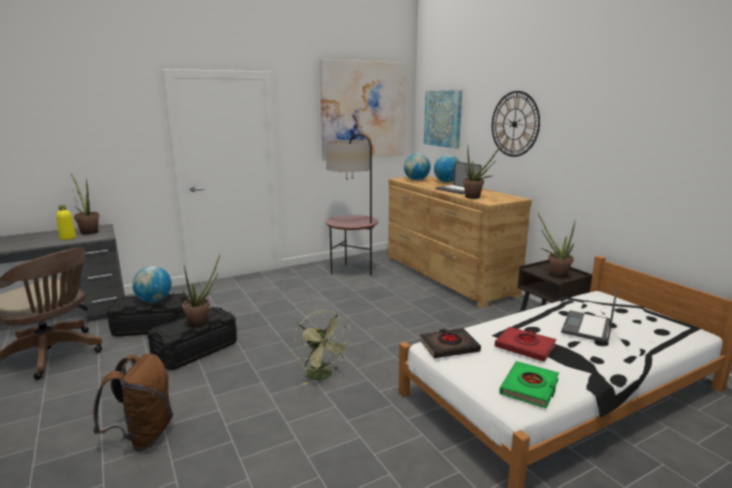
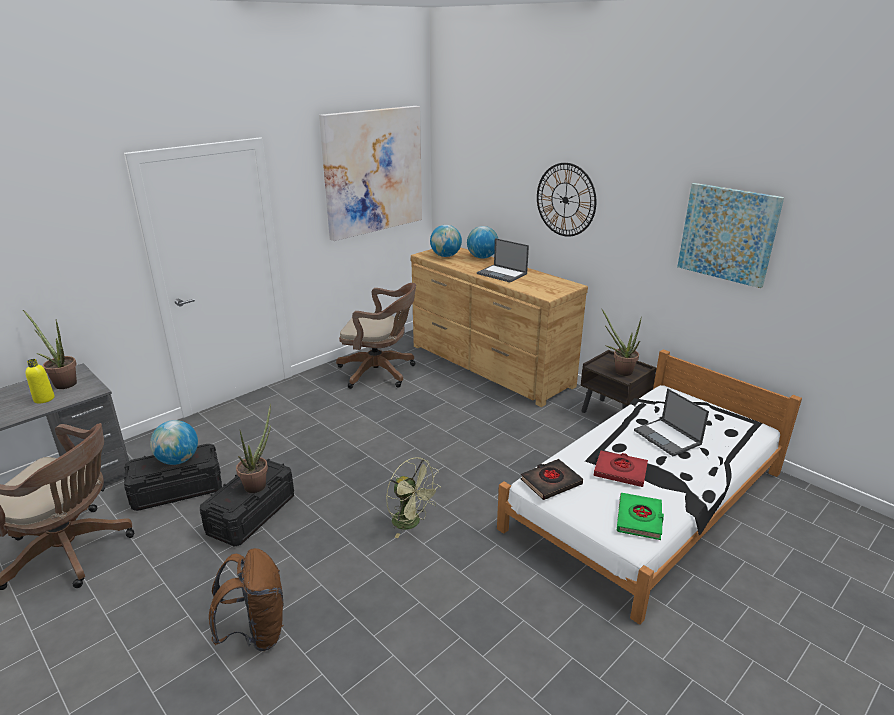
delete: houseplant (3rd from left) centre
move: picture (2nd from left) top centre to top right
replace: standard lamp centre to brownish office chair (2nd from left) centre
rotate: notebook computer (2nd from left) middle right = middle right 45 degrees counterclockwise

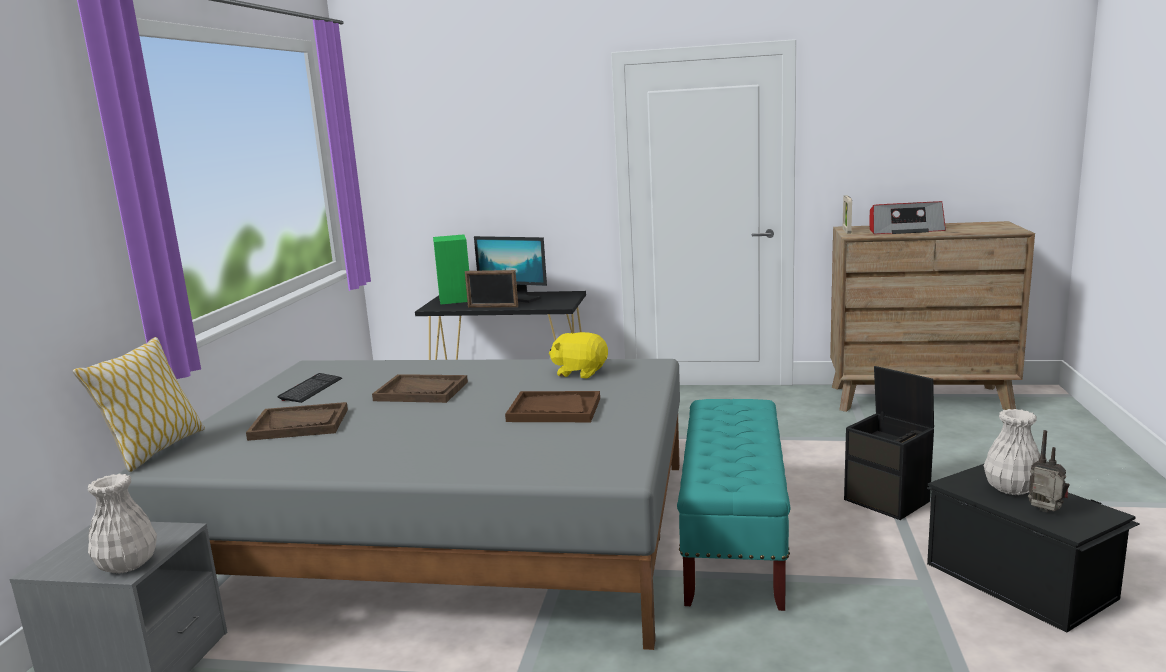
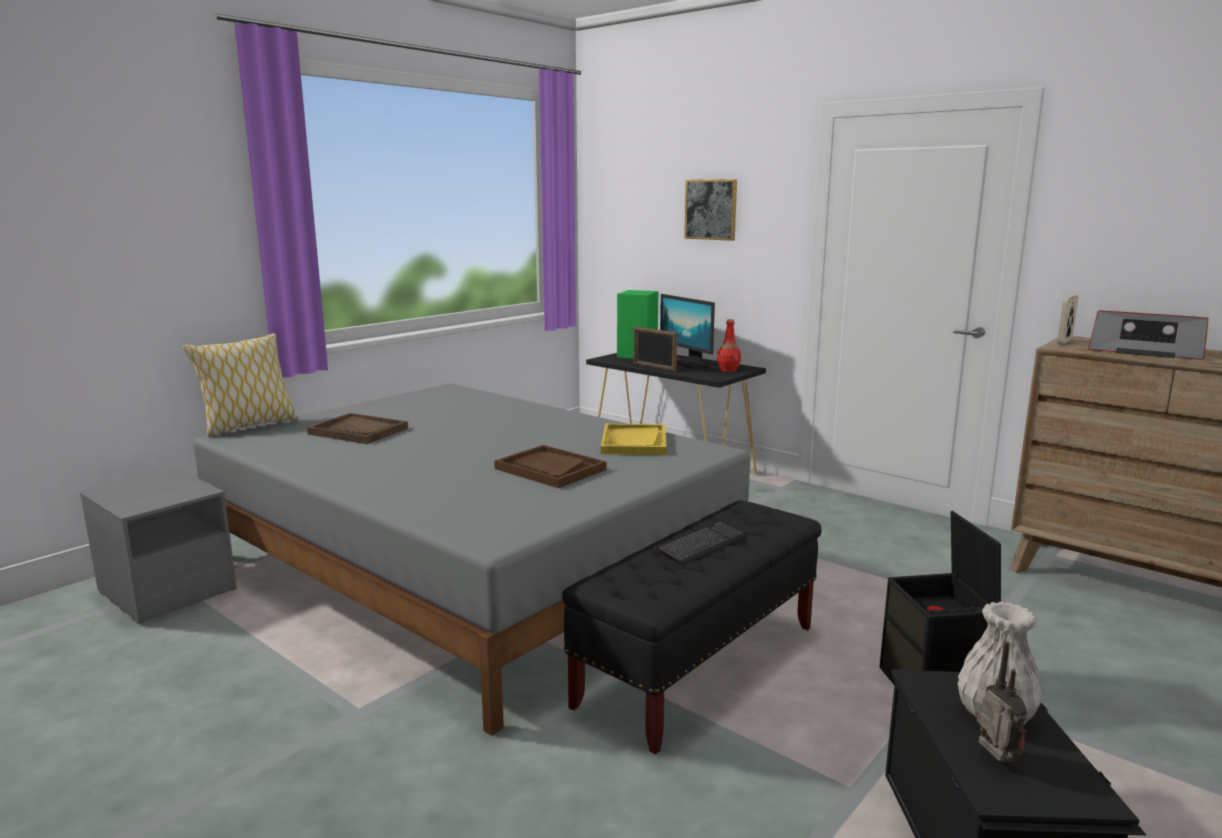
delete: brownish tray (2nd from left) centre; whitish vase (1st from left) bottom left
insert: picture top centre; red-coloured drink bottle centre
move: computer keyboard middle left to centre
replace: yellow-coloured cuddly toy centre to yellow-coloured tray centre
recolor: turquoise-coloured indoor bench bottom centre to black-coloured indoor bench bottom centre

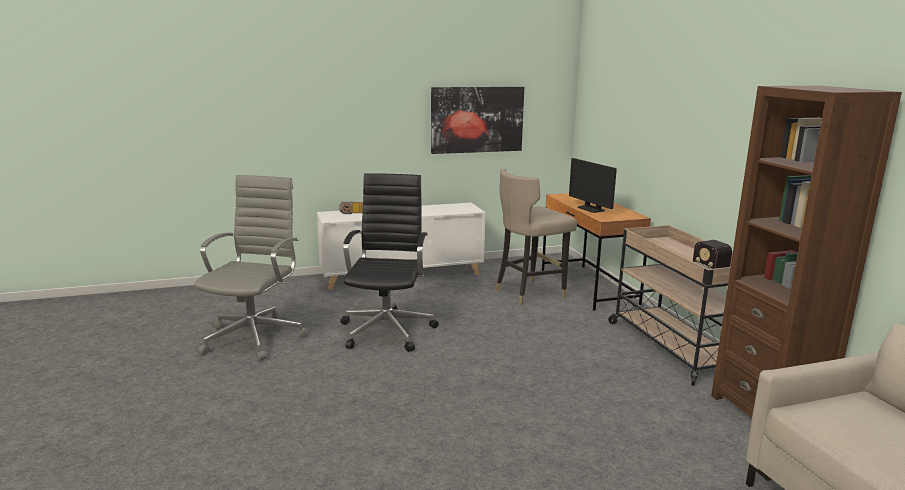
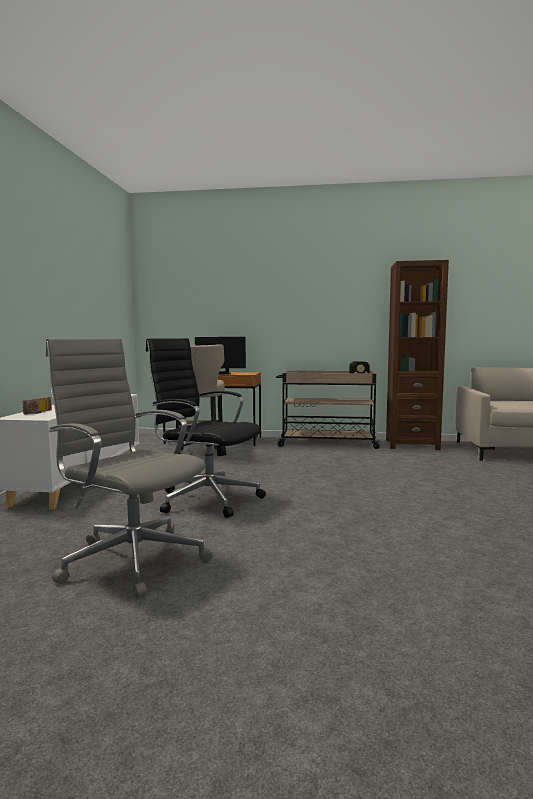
delete: picture top centre

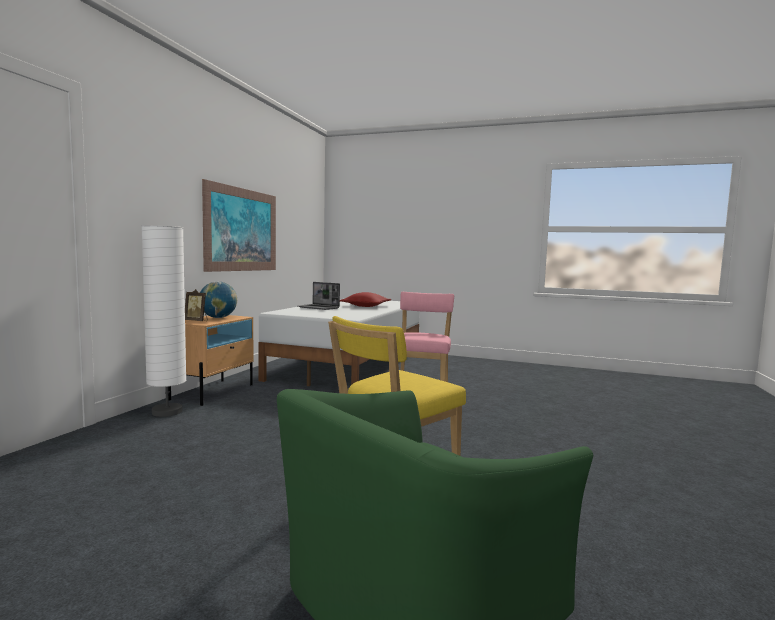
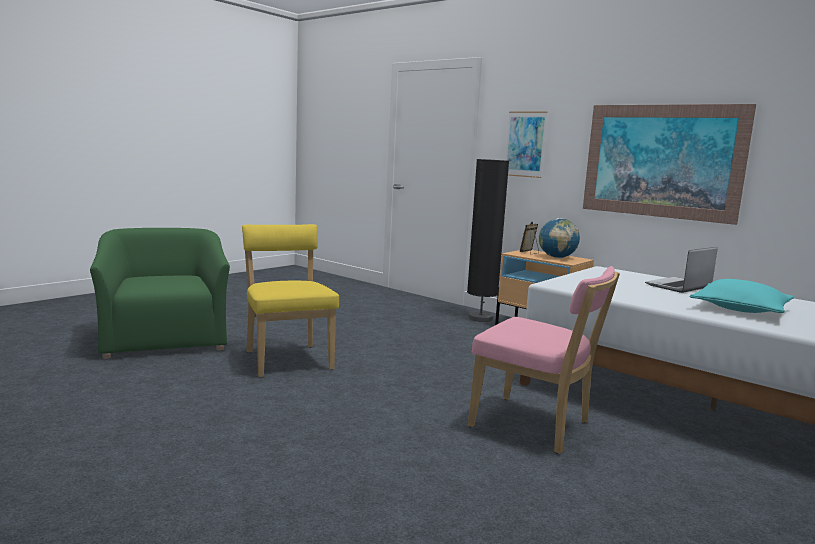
insert: picture (1st from left) top centre
recolor: whitish standard lamp middle left to black-coloured standard lamp centre; red-coloured throw pillow centre to turquoise-coloured throw pillow middle right

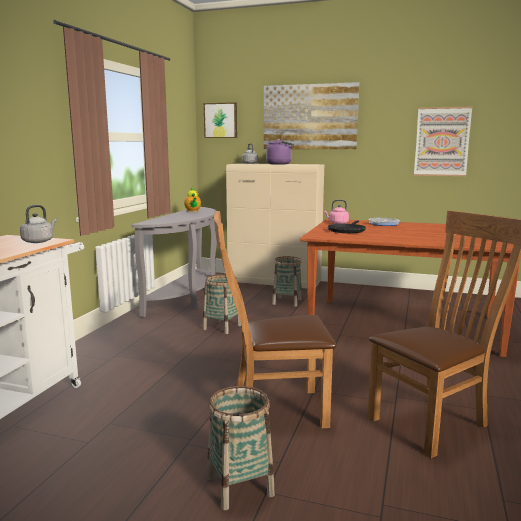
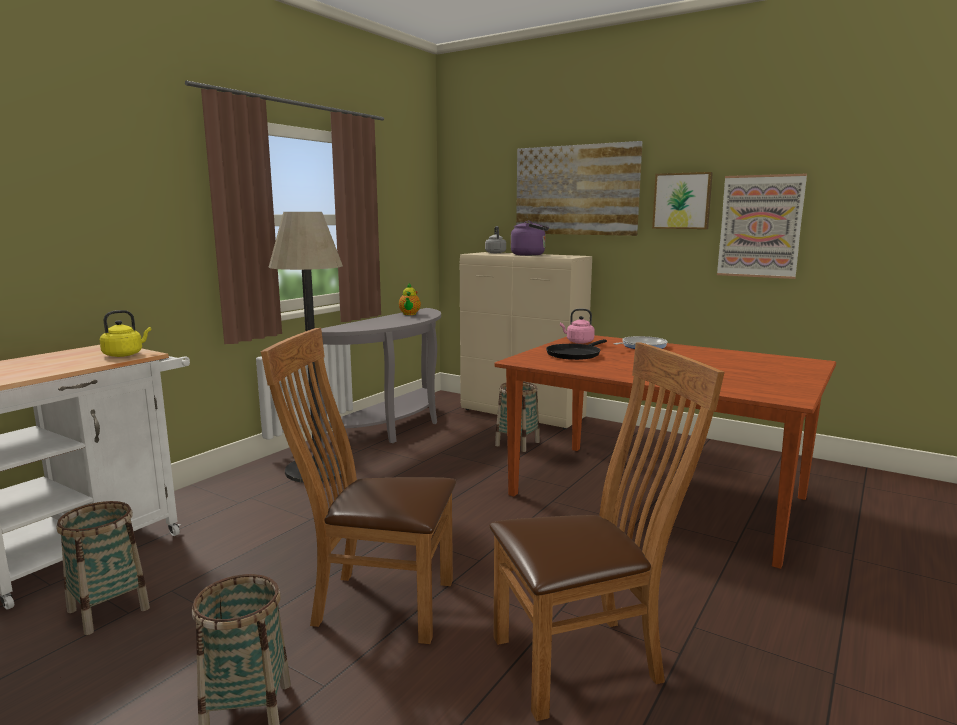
insert: standard lamp middle left
move: picture (1st from left in the first image) top centre to picture (2nd from left) top right; storage basket (1st from left) centre to bottom left
recolor: grey water kettle (1st from left) middle left to yellow-coloured water kettle middle left

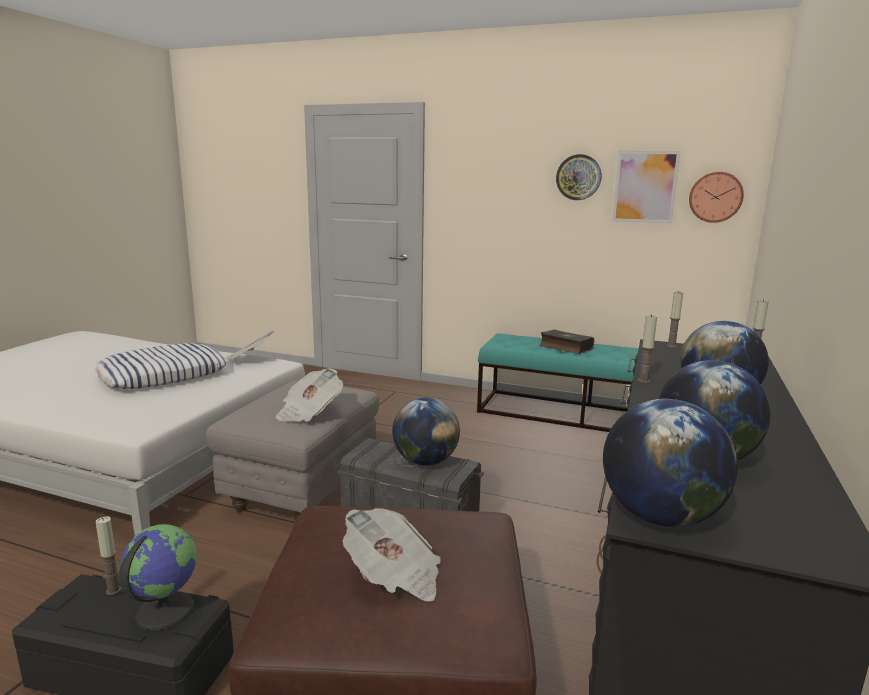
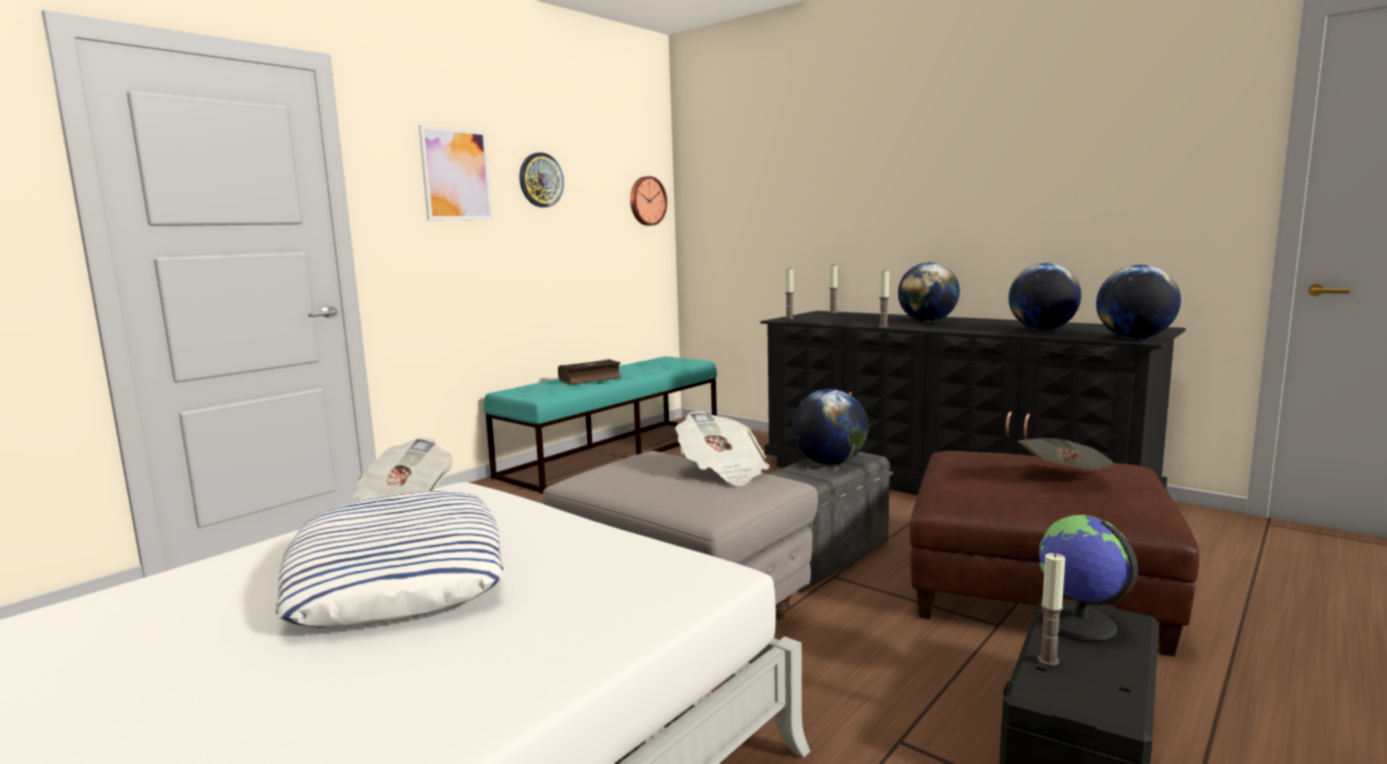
move: picture top right to top left

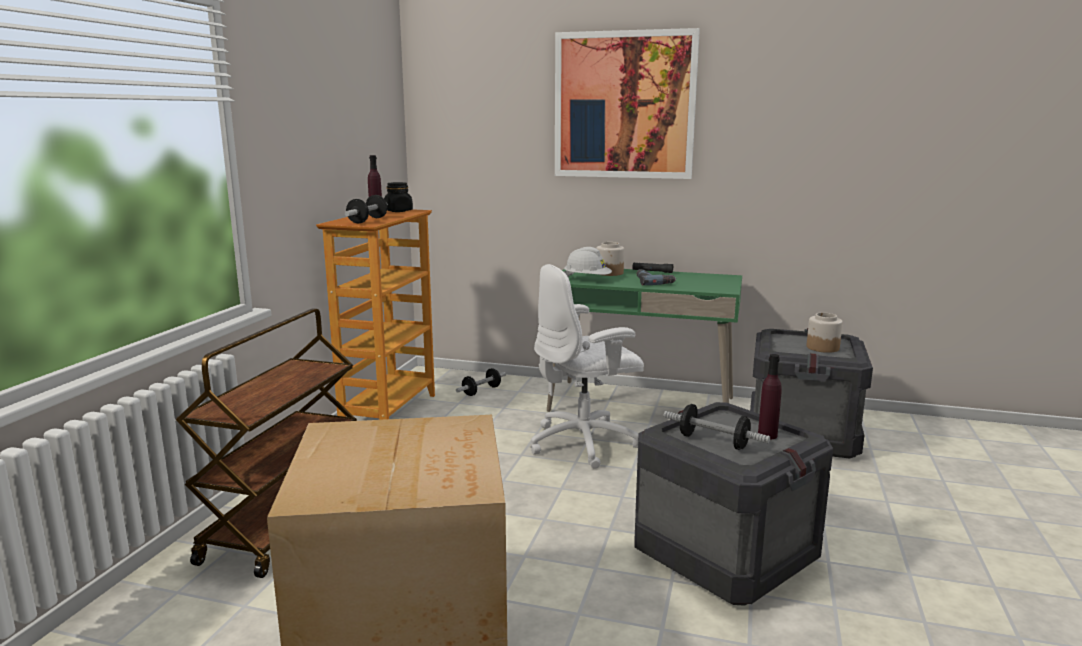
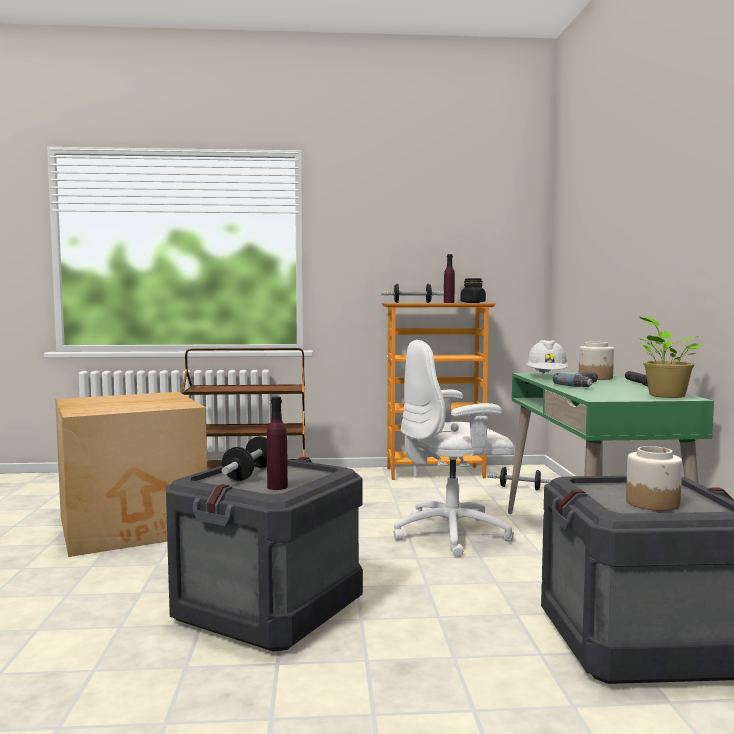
delete: picture top centre
insert: houseplant middle right
rotate: whitish office chair centre = centre 60 degrees counterclockwise

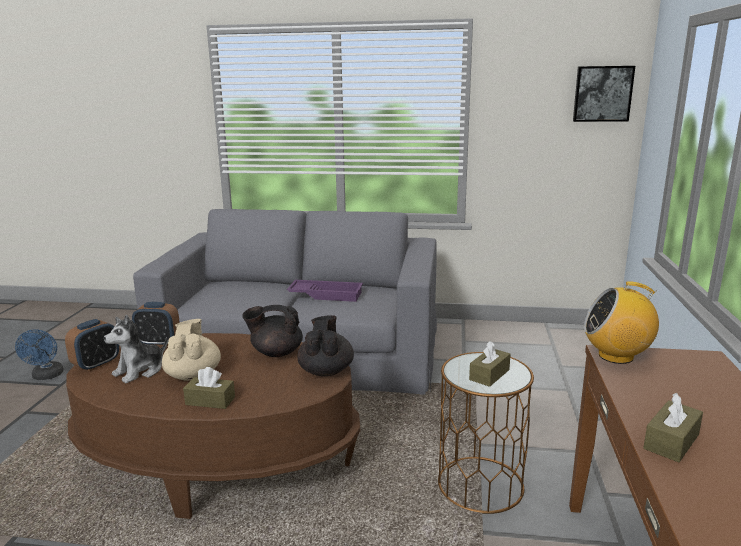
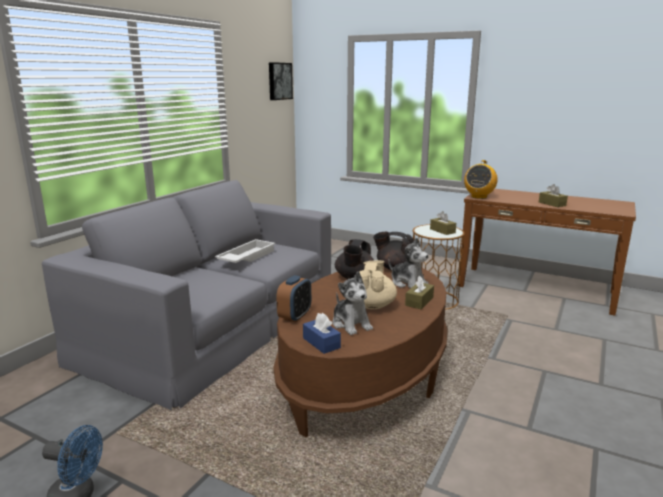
insert: cuddly toy (2nd from left) centre
replace: table clock (1st from left) middle left to blue box of tissues bottom centre
recolor: purple-coloured tray centre to whitish tray centre
rotate: beige teapot middle left = centre 90 degrees clockwise

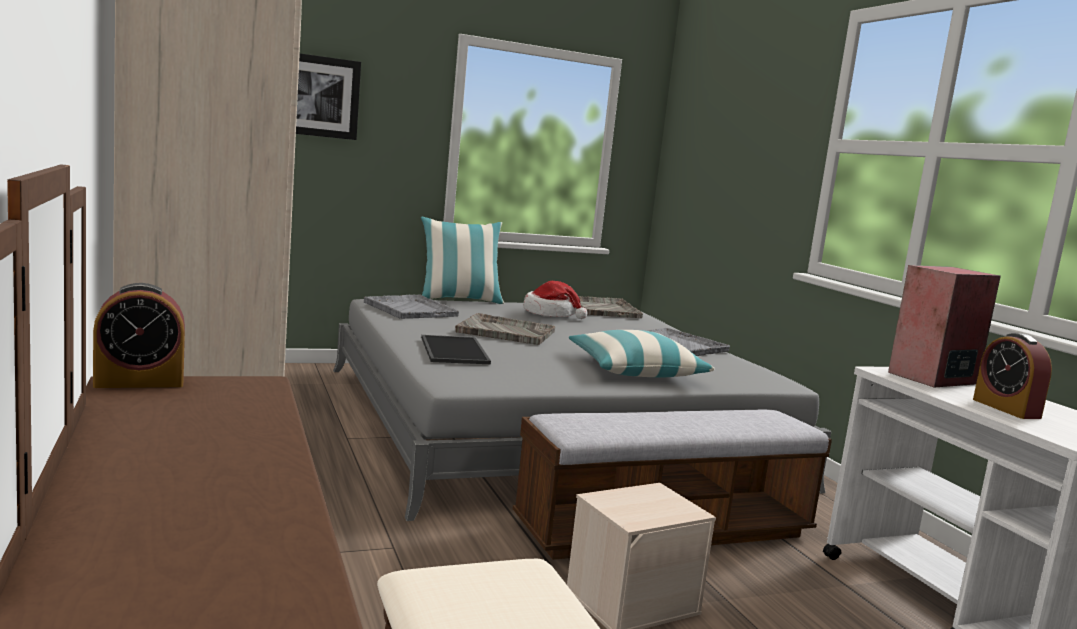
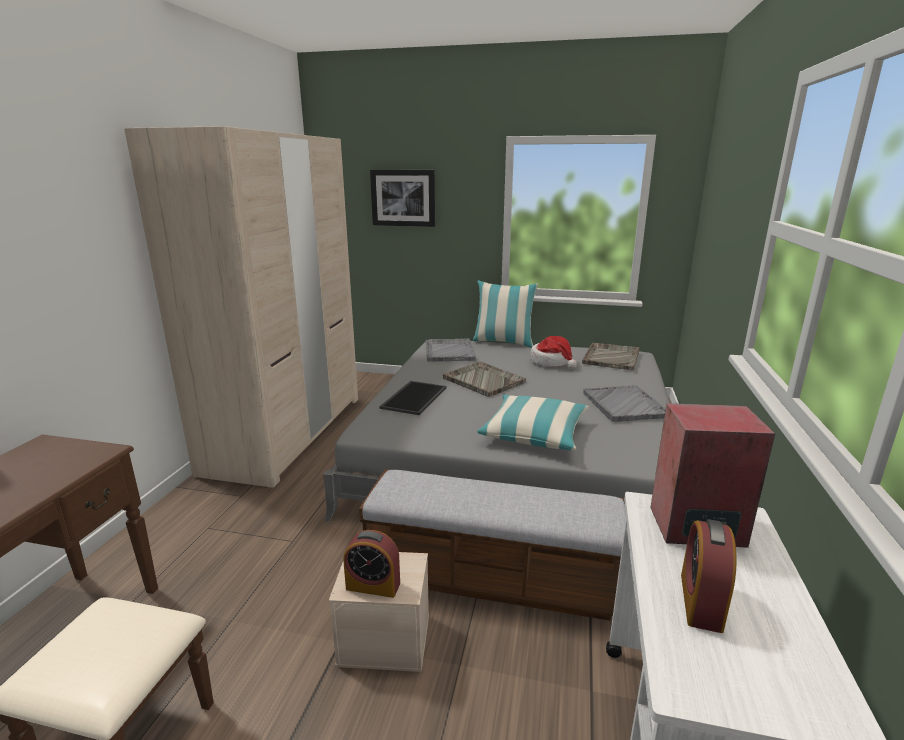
move: table clock (1st from left) middle left to bottom centre

